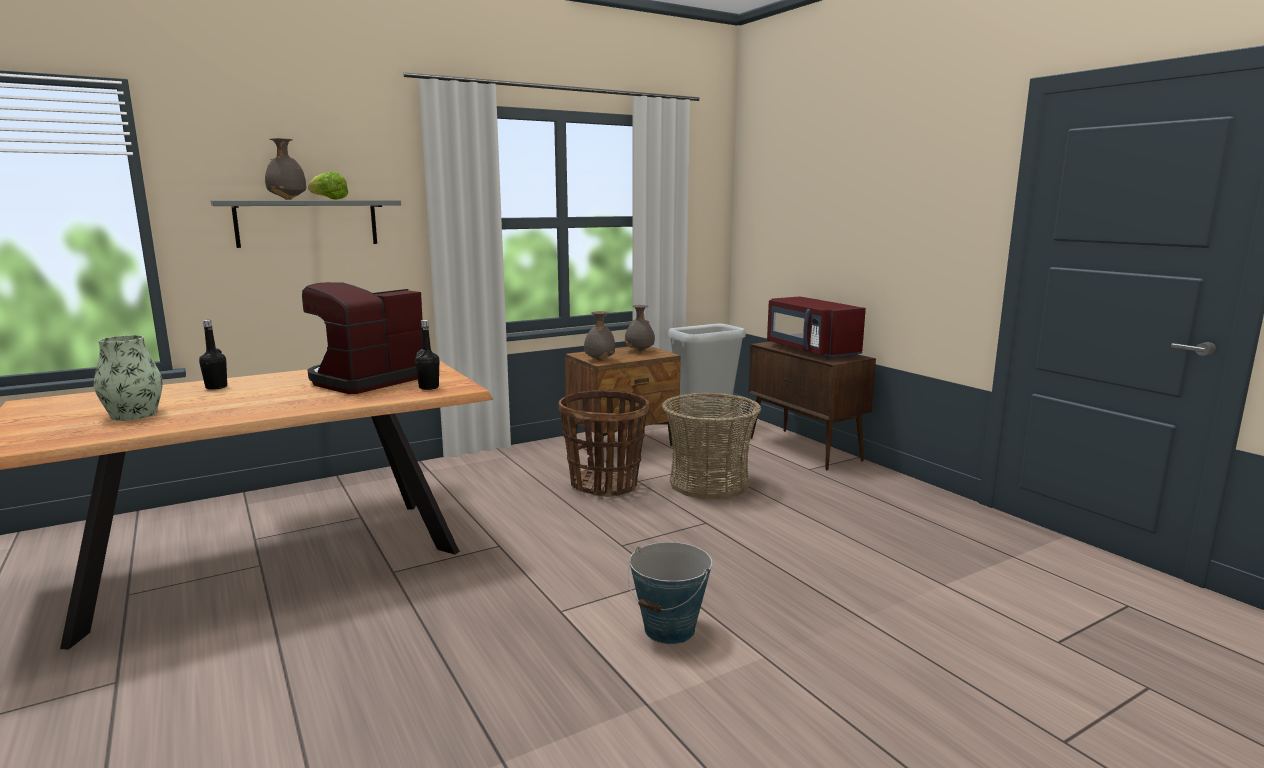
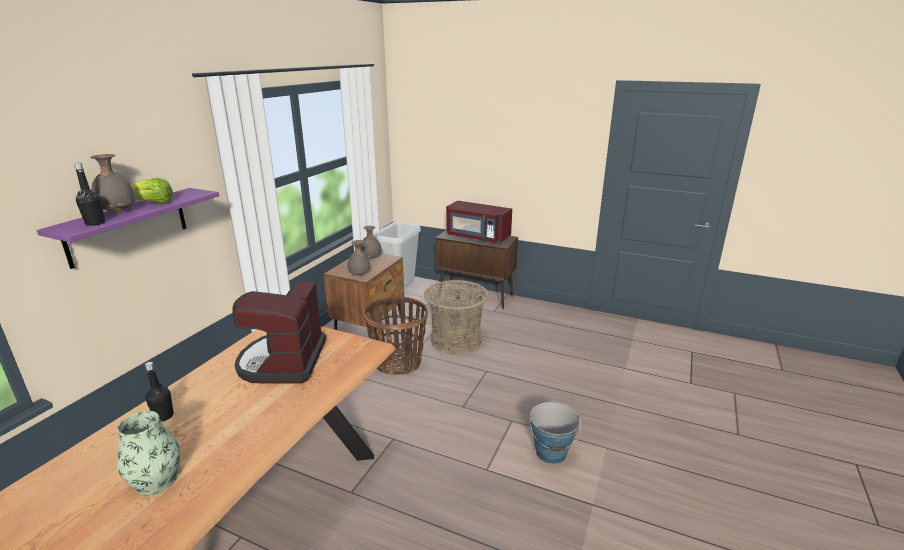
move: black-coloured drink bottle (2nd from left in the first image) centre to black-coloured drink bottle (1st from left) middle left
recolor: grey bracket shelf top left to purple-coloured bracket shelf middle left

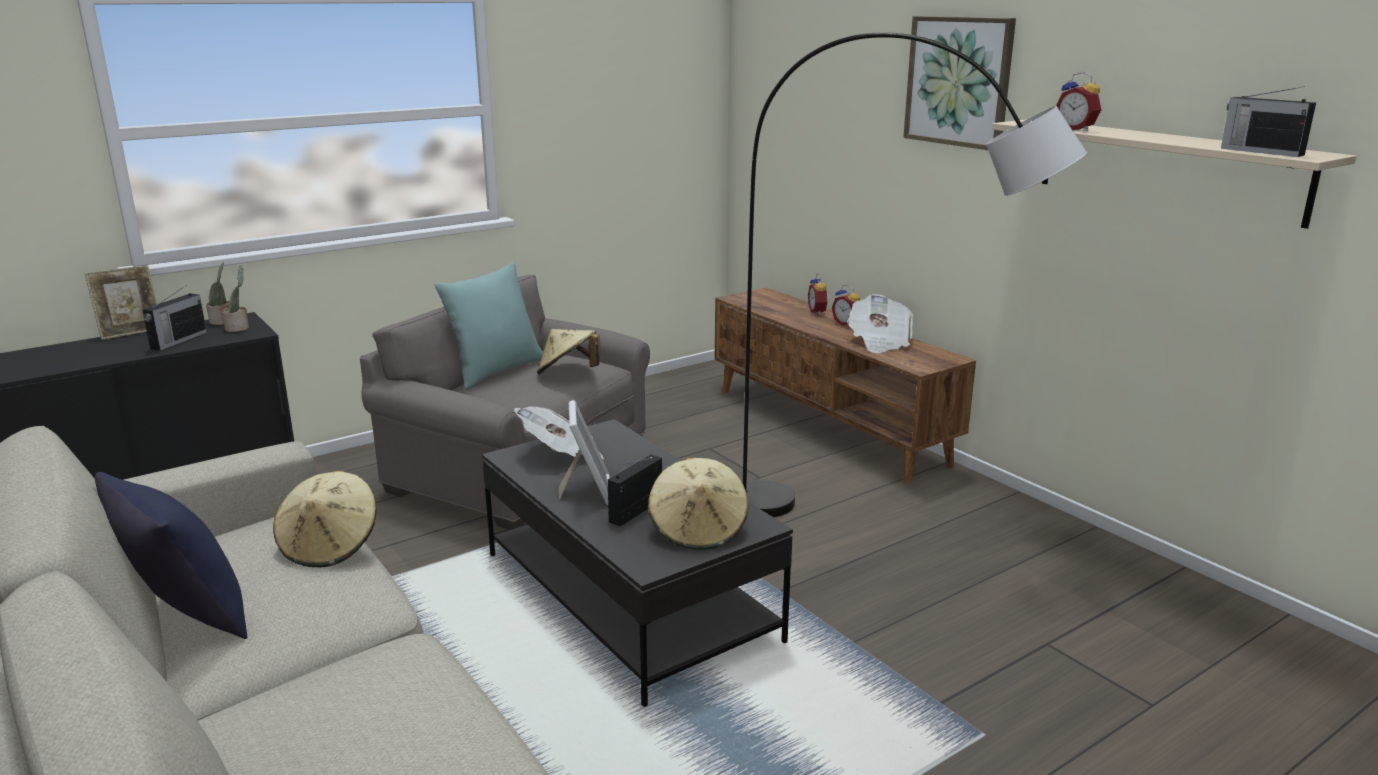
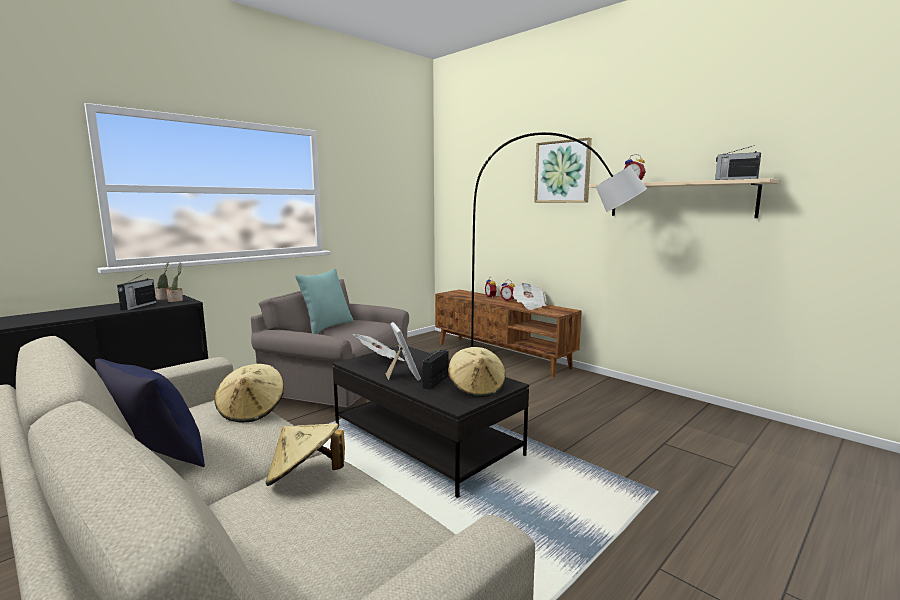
delete: standing frame (1st from left) middle left
move: beige clothing hat (2nd from left) centre to bottom centre

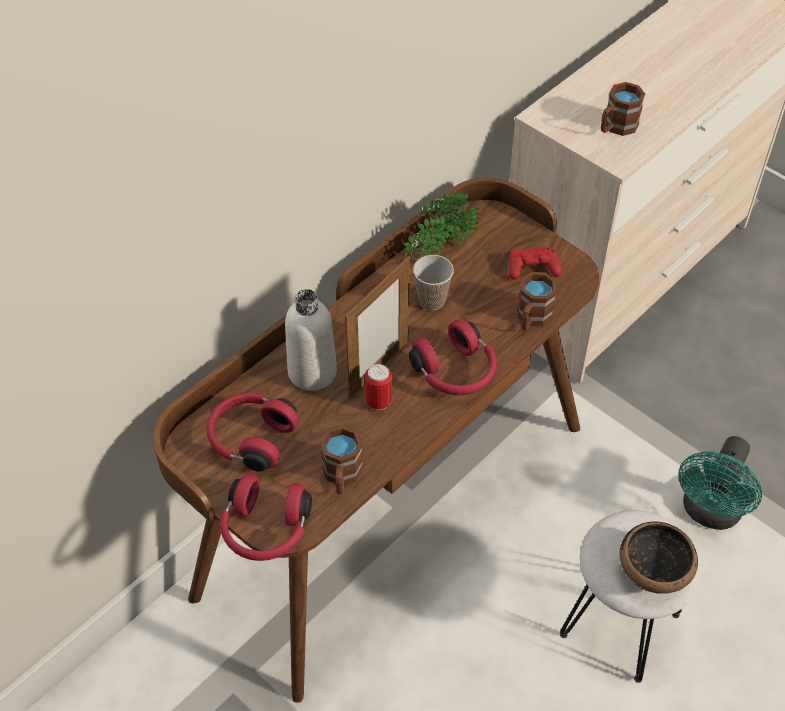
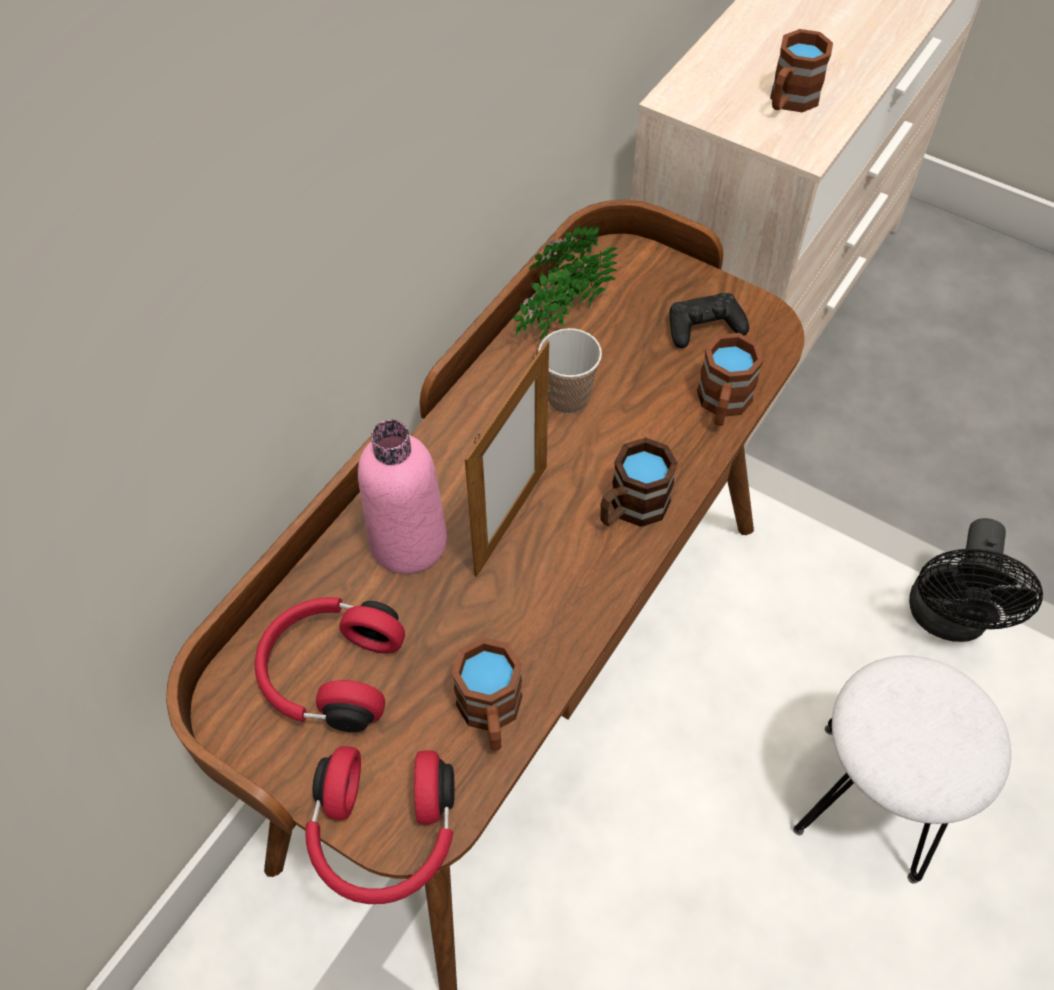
delete: can centre; bowl bottom right
replace: red-coloured pair of headphones (3rd from left) centre to brownish tea mug (2nd from left) centre
recolor: red-coloured game controller middle right to black-coloured game controller top right; whitish drink bottle centre to pink-coloured drink bottle centre; turquoise-coloured electric fan bottom right to black-coloured electric fan middle right

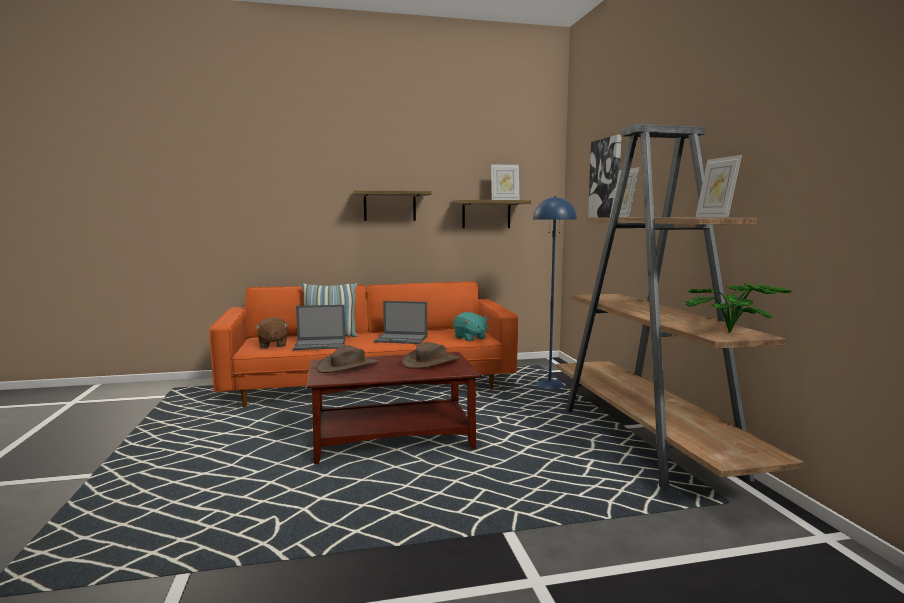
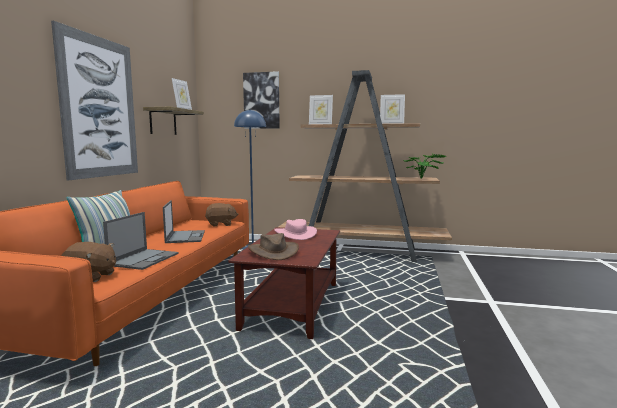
replace: bracket shelf (1st from left) centre to picture (1st from left) top left
recolor: turquoise-coloured cuddly toy centre to brownish cuddly toy (2nd from left) centre; brownish clothing hat (2nd from left) centre to pink-coloured clothing hat centre
rotate: notebook computer (2nd from left) centre = middle left 45 degrees counterclockwise

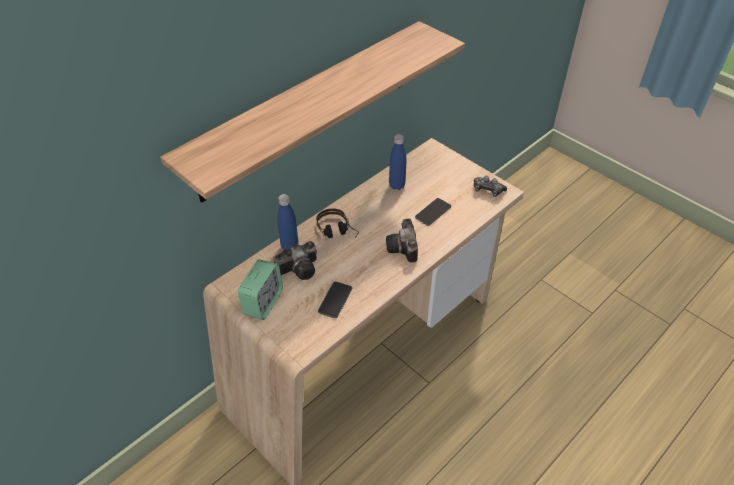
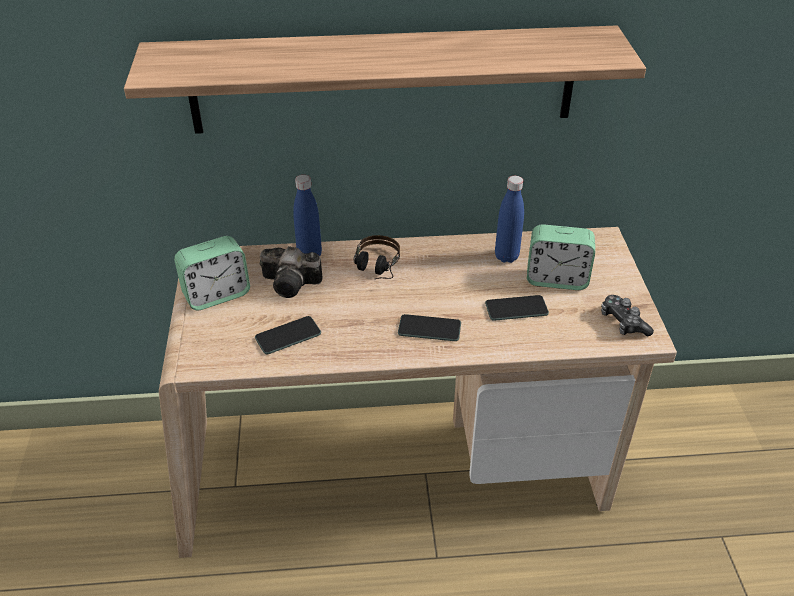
insert: table clock (2nd from left) middle right
replace: photo camera (2nd from left) centre to handset (2nd from left) centre

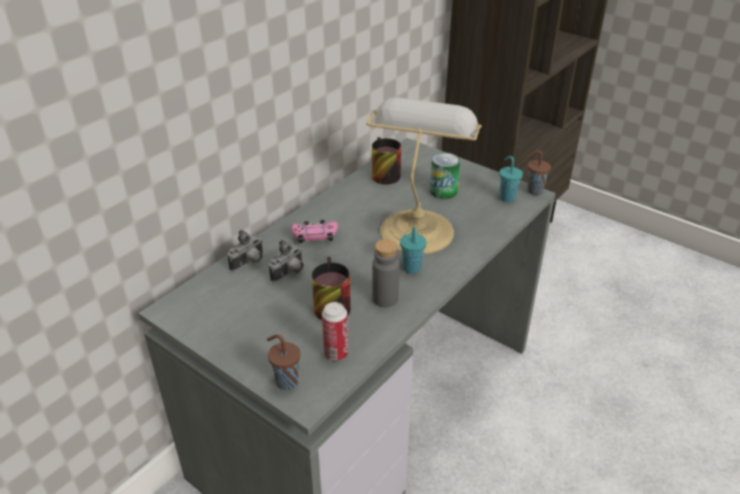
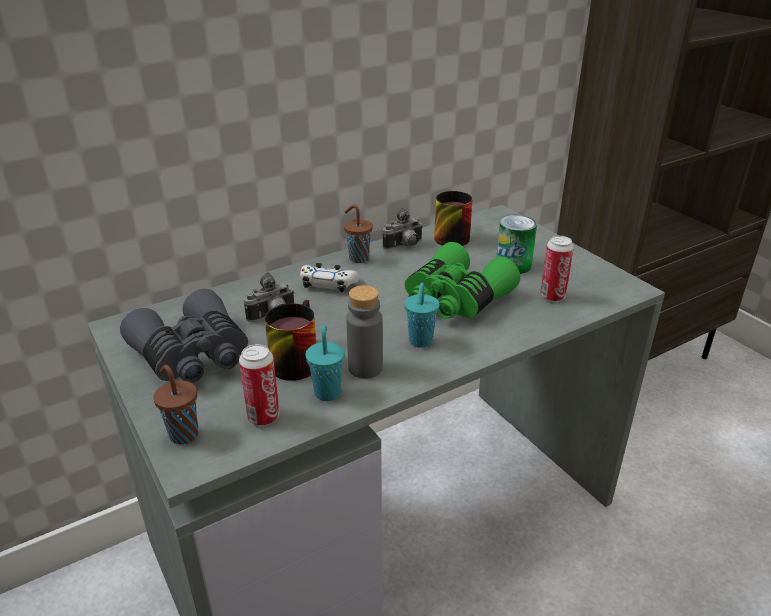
insert: can (3rd from left) middle right; grey field glasses middle left
move: brownish cup (2nd from left) middle right to centre; turquoise-coloured cup (2nd from left in the first image) middle right to turquoise-coloured cup (1st from left) centre; photo camera (1st from left in the first image) middle left to photo camera (2nd from left) centre
replace: lamp for a table centre to green-coloured field glasses centre
recolor: pink-coloured game controller centre to whitish game controller centre

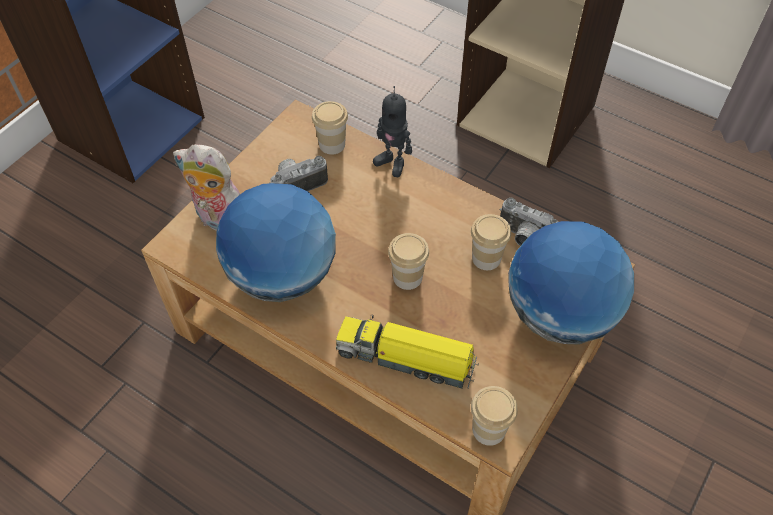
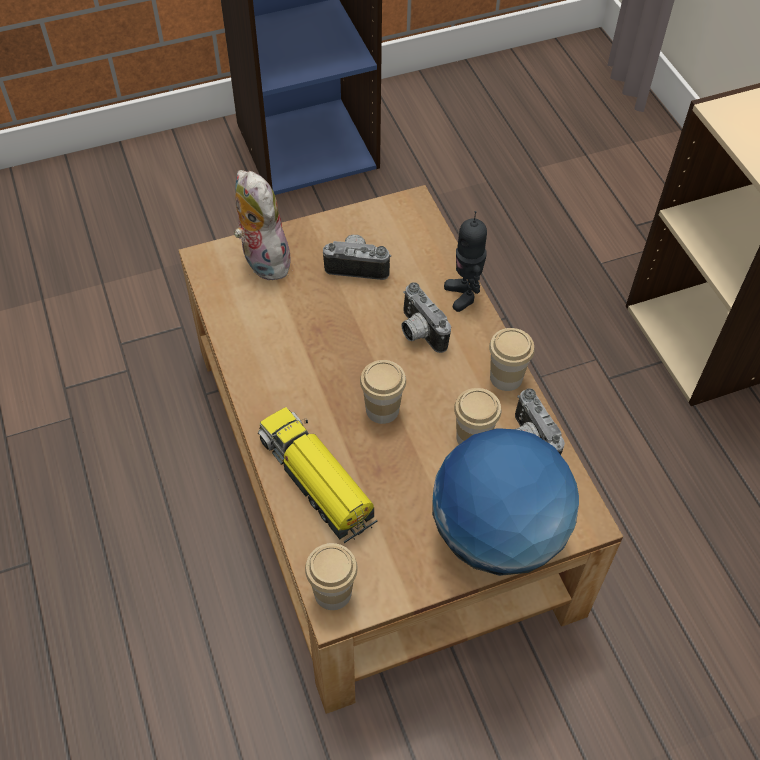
delete: desk globe (1st from left) centre
insert: photo camera (2nd from left) centre
move: cup (1st from left in the first image) top centre to cup (4th from left) middle right

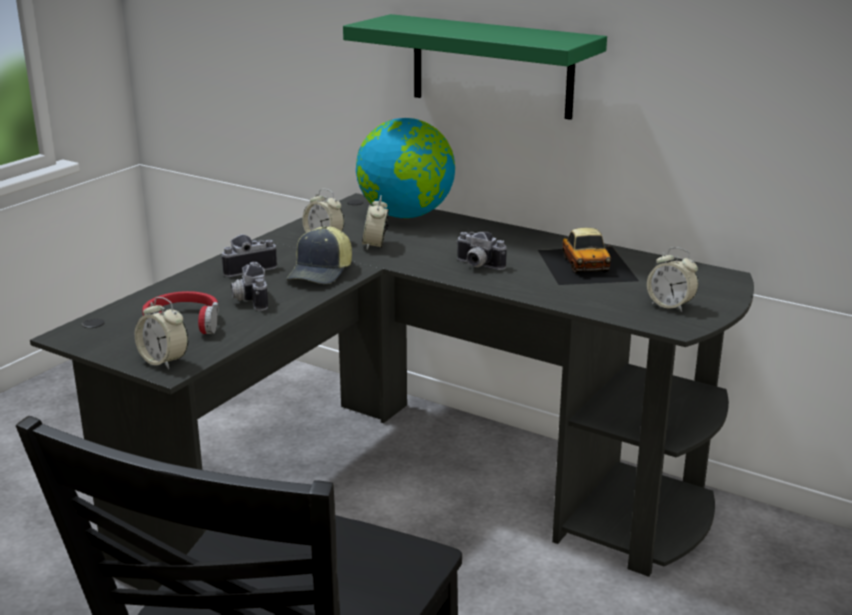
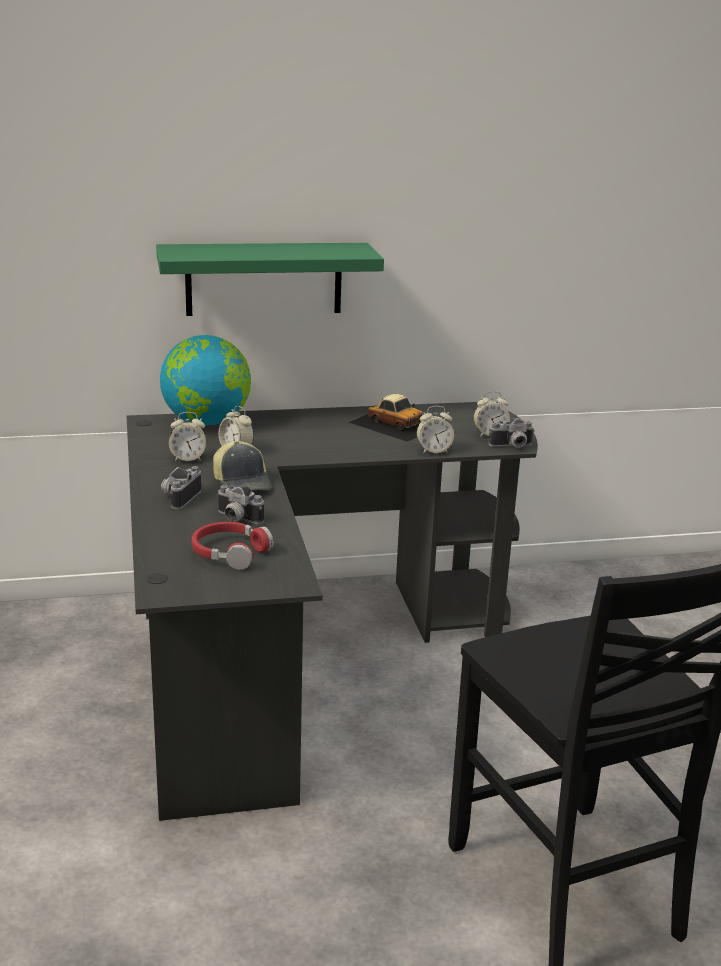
move: photo camera (3rd from left) centre to middle right; table clock (1st from left in the first image) middle left to table clock (3rd from left) centre

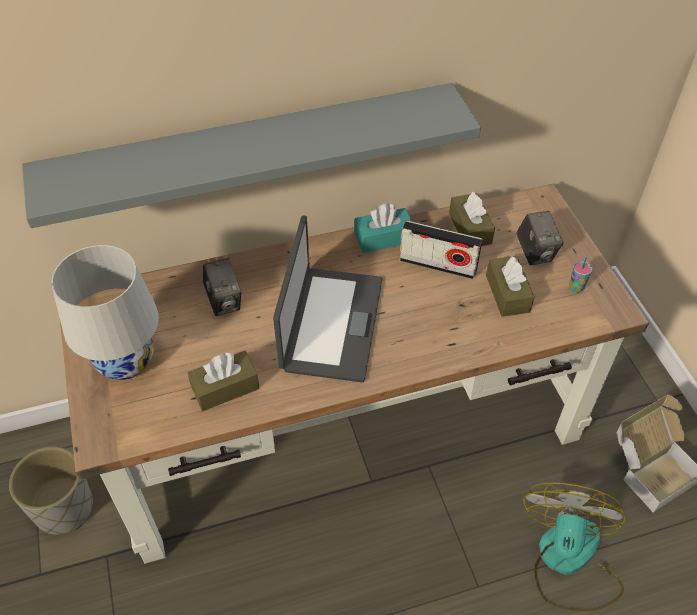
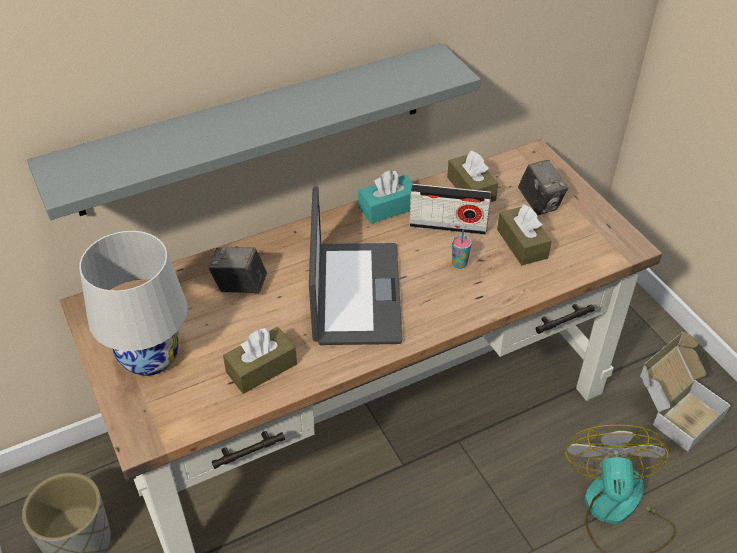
move: cup middle right to centre
rotate: photo camera (1st from left) middle left = middle left 135 degrees clockwise

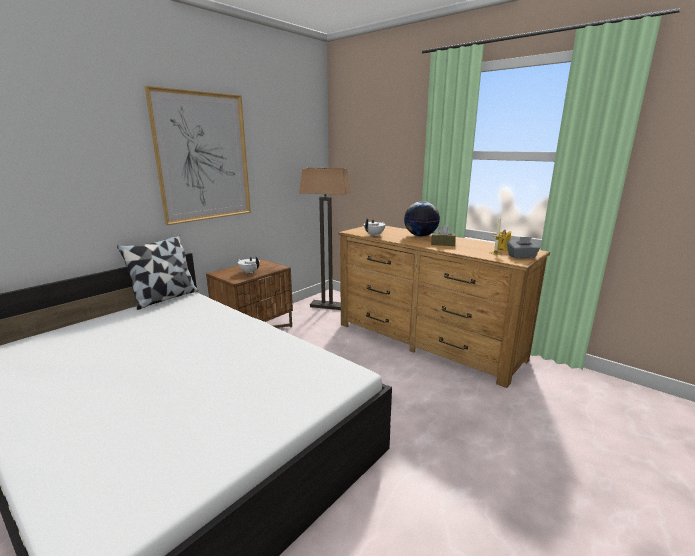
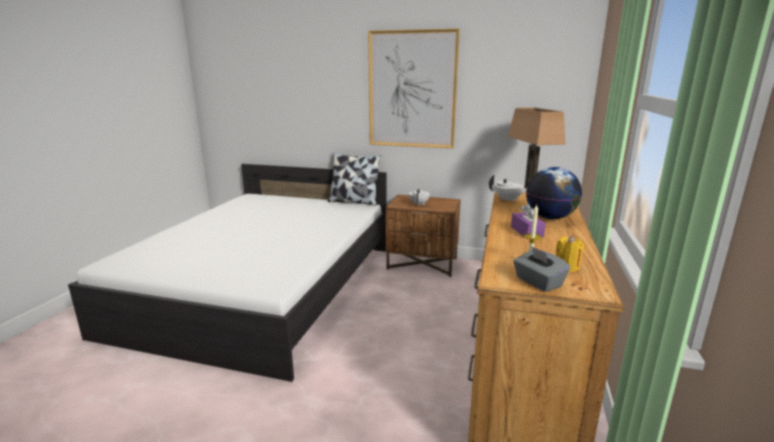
recolor: brownish box of tissues centre to purple-coloured box of tissues middle right

